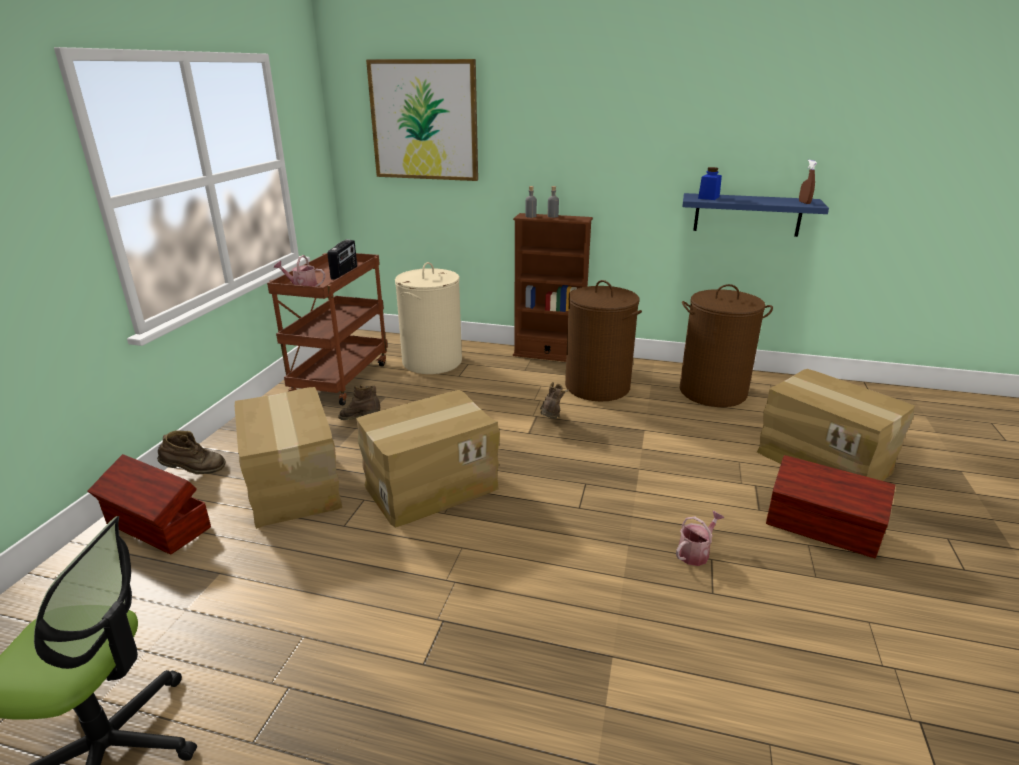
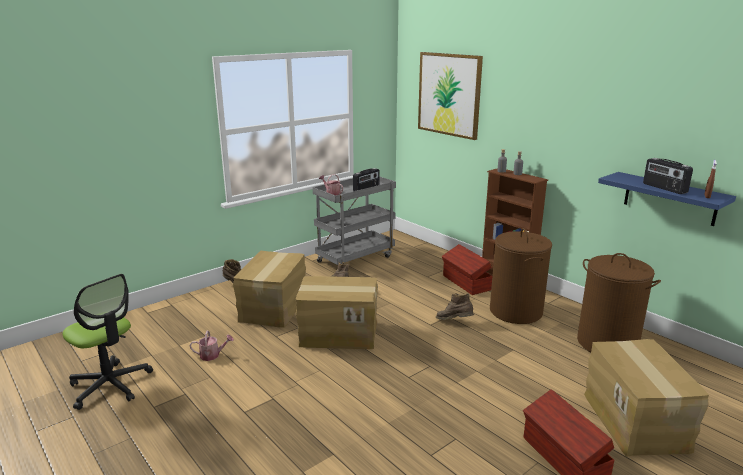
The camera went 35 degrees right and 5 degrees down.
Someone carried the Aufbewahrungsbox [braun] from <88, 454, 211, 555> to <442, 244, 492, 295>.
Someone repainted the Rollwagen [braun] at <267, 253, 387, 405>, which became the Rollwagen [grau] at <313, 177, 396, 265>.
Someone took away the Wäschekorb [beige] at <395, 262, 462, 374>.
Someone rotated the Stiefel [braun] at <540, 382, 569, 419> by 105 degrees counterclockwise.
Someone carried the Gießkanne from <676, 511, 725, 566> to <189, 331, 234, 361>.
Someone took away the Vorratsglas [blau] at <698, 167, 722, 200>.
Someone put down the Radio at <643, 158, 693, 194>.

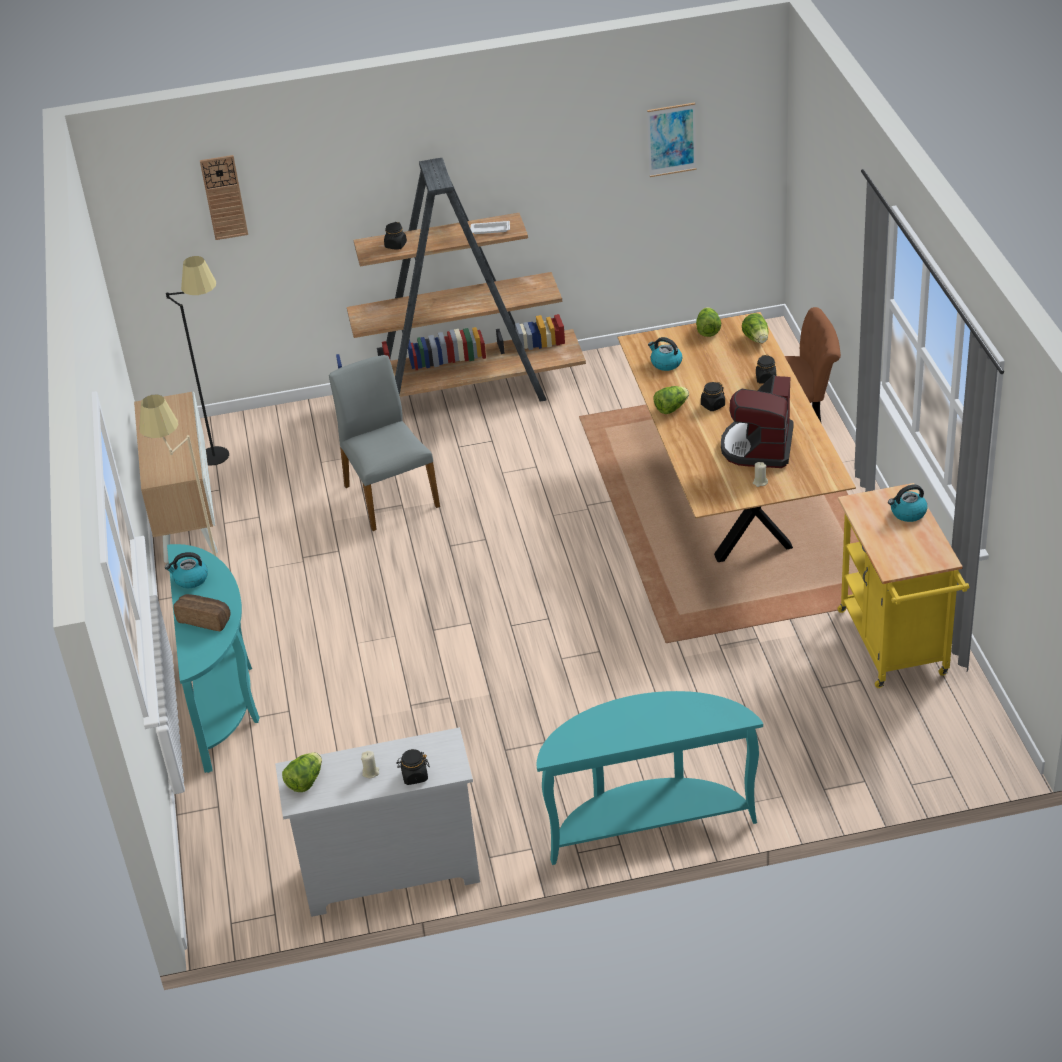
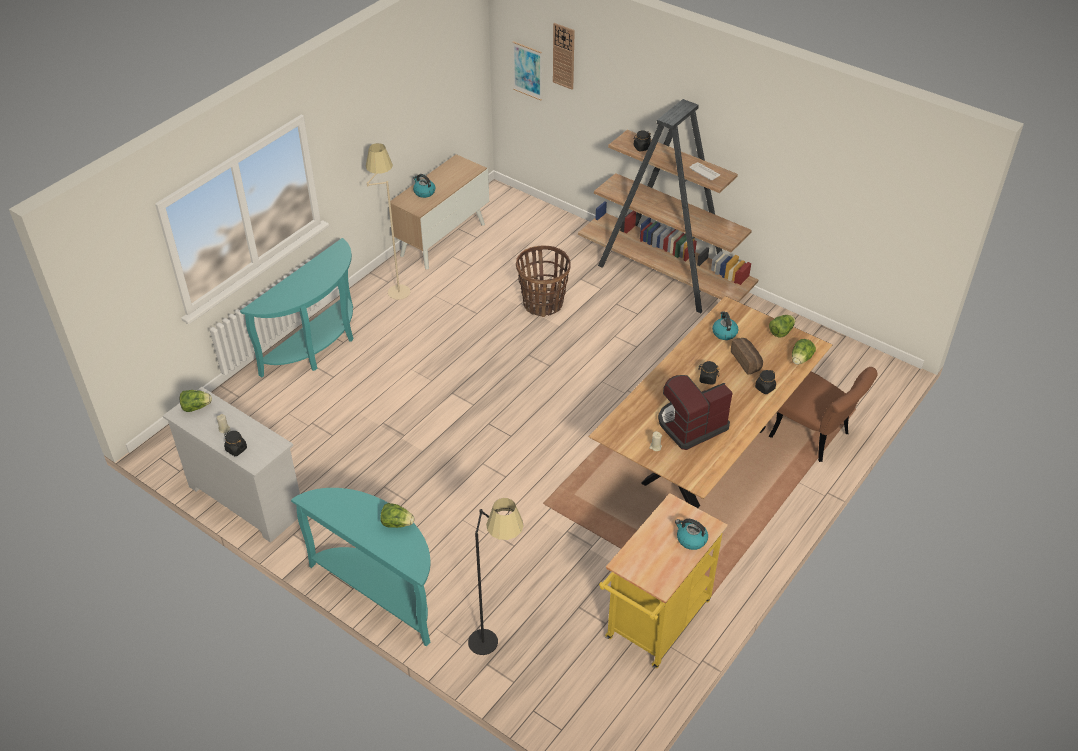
The camera went 45 degrees right and 5 degrees up.
Someone carried the Wasserkessel from <165, 552, 208, 588> to <413, 174, 435, 198>.
Someone carried the Stehlampe [schwarz] from <166, 256, 229, 466> to <468, 498, 524, 655>.
Someone carried the Brot from <173, 594, 231, 631> to <731, 338, 763, 375>.
Someone swapped the Stuhl [grau] at <329, 355, 440, 531> for the Korb at <516, 246, 571, 317>.
Someone carried the Bild from <647, 103, 696, 177> to <513, 41, 542, 100>.
Someone carried the Salatkopf from <653, 386, 689, 414> to <380, 503, 414, 528>.

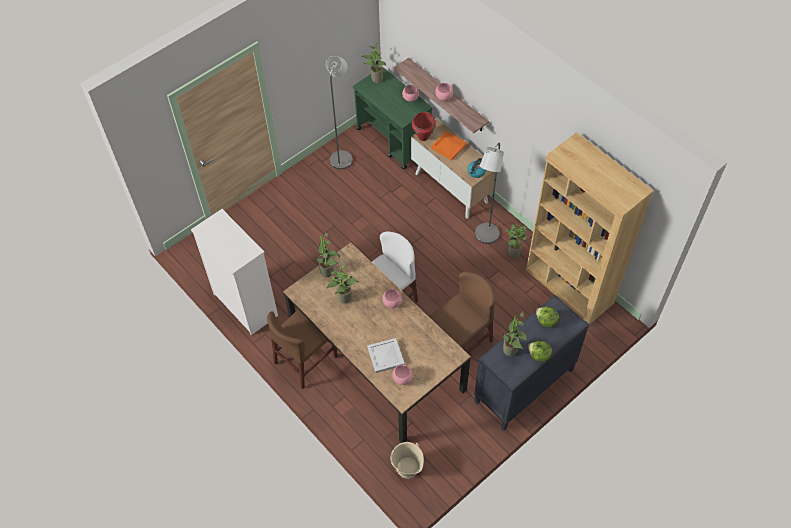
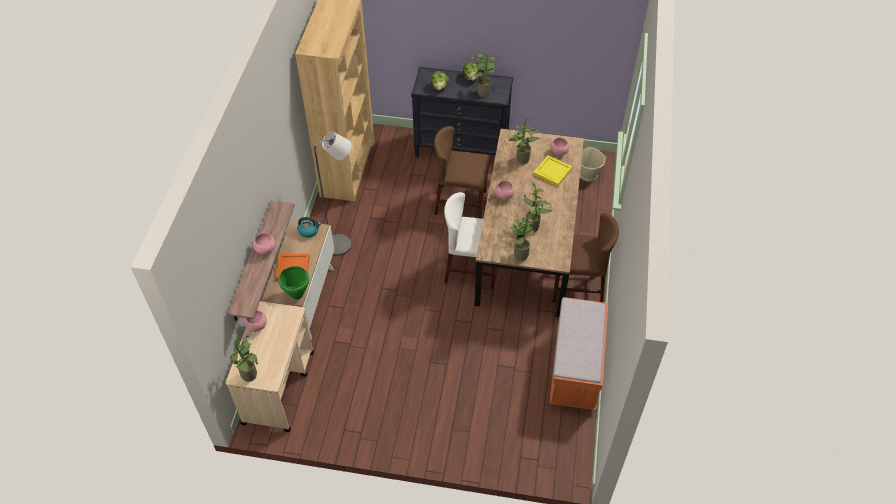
The camera went 130 degrees left and 5 degrees down.
Someone swapped the Kommode [weiß] at <191, 209, 278, 335> for the Bank [orange] at <549, 297, 608, 411>.
Someone took away the Stehlampe [grau] at <326, 56, 353, 169>.
Someone repainted the Rollwagen [grün] at <353, 67, 432, 169>, which became the Rollwagen [beige] at <226, 301, 314, 432>.
Someone repainted the Tablett [weiß] at <367, 338, 405, 373>, which became the Tablett [gelb] at <533, 155, 572, 187>.
Someone repainted the Kochtopf [rot] at <412, 112, 436, 141>, which became the Kochtopf [grün] at <278, 266, 309, 300>.
Someone carried the Topfpflanze from <504, 224, 527, 258> to <509, 117, 540, 164>.

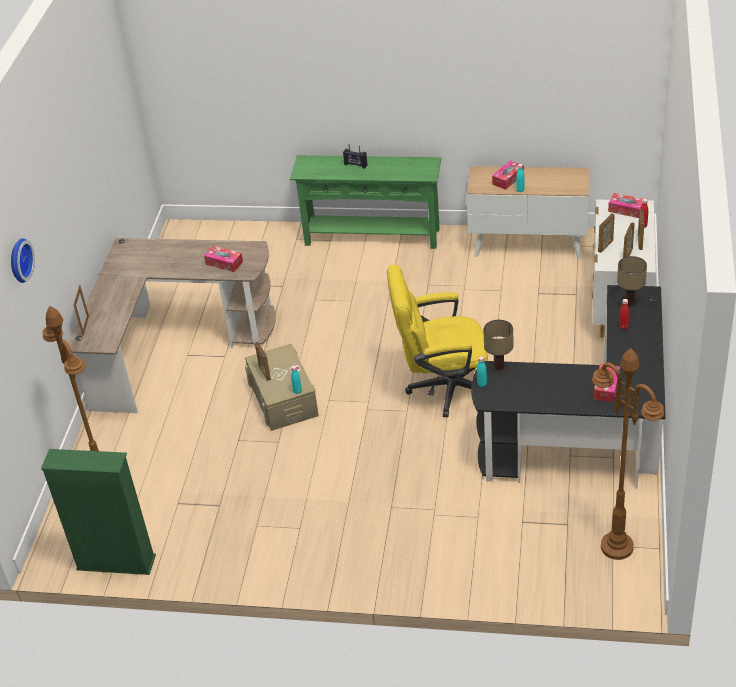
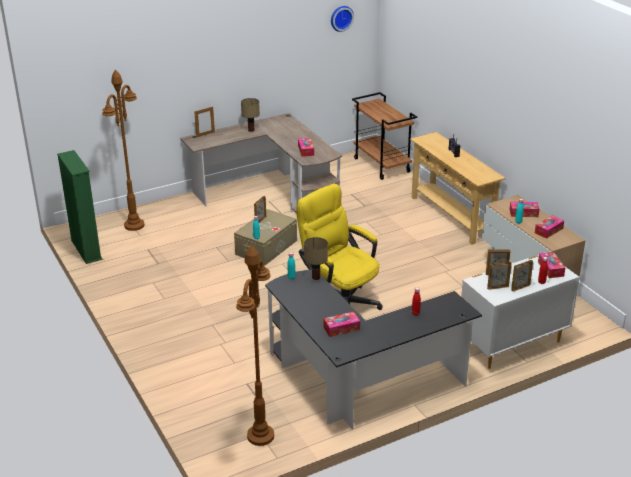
The camera went 50 degrees right and 10 degrees down.
Someone carried the Wanduhr from <11, 238, 35, 283> to <331, 6, 354, 32>.
Someone repainted the Konsolentisch [grün] at <290, 155, 441, 249>, which became the Konsolentisch [beige] at <410, 132, 506, 244>.
Someone carried the Tischlampe from <617, 256, 647, 306> to <241, 98, 260, 132>.
Someone put down the Rollwagen [braun] at <352, 92, 417, 180>.
Someone put down the Taschentuchbox at <535, 215, 564, 239>.

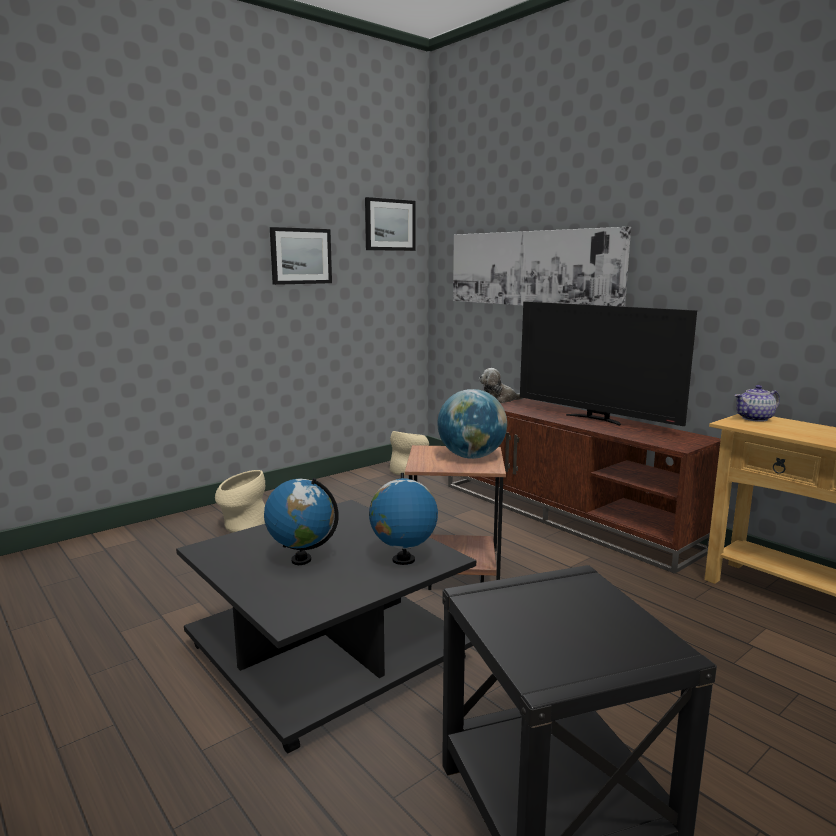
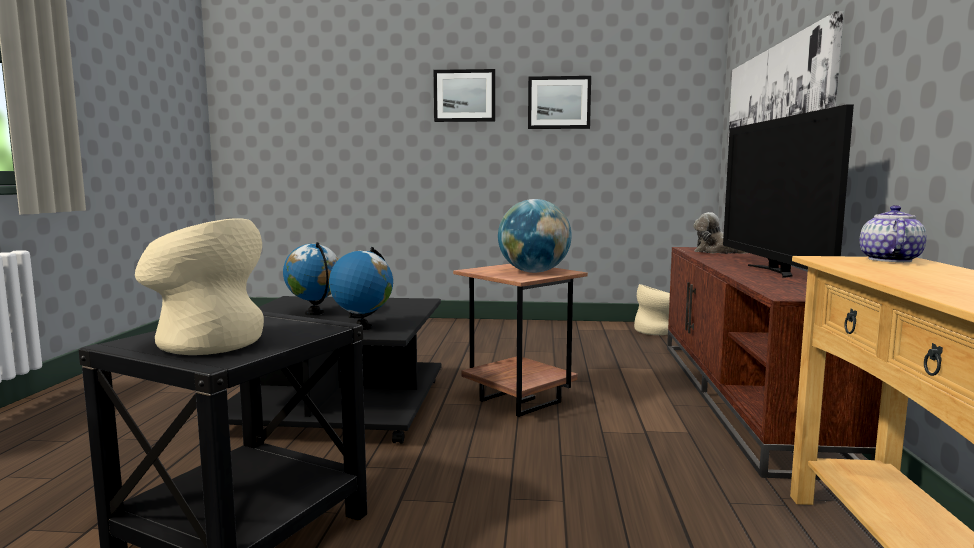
The camera went 45 degrees right and 5 degrees down.
Someone carried the Vase [beige] from <215, 470, 265, 533> to <135, 218, 264, 355>.
Someone carried the Bild from <365, 197, 416, 251> to <434, 69, 495, 122>.
Someone rotated the Teekanne at <734, 385, 780, 422> by 90 degrees clockwise.

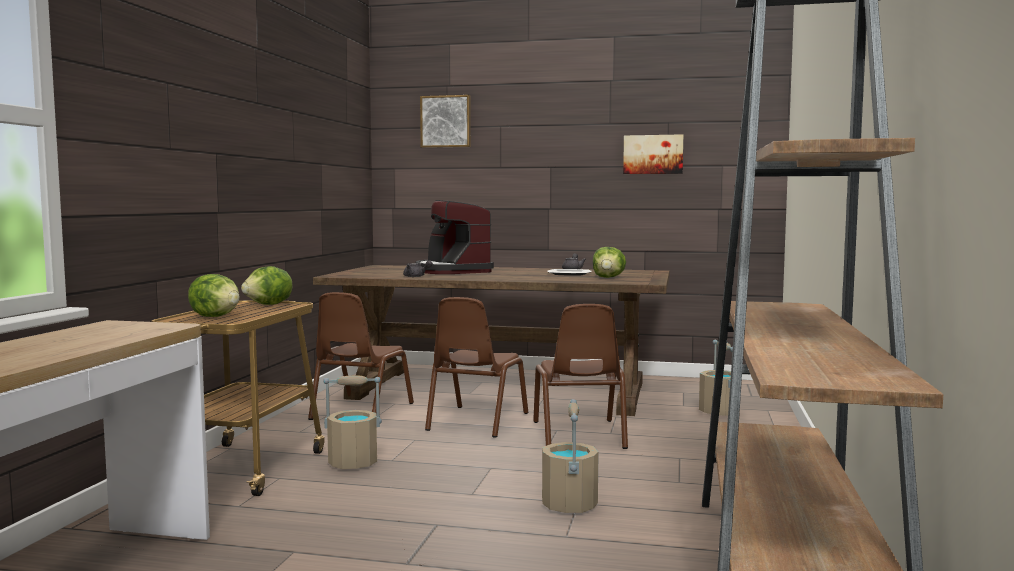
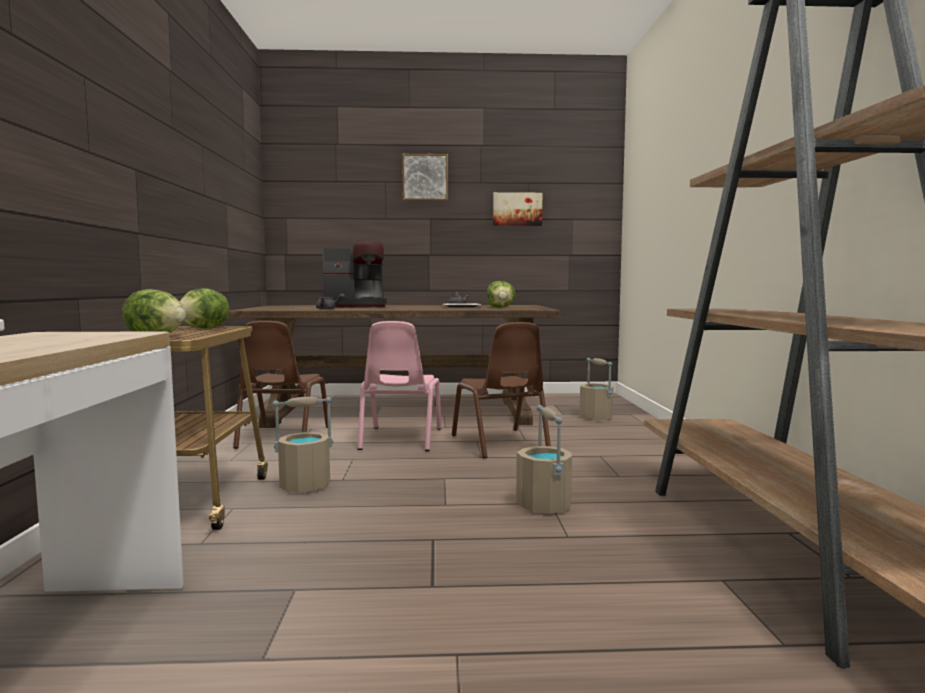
The camera went 15 degrees left and 0 degrees up.
Someone rotated the Kaffeemaschine at <415, 200, 494, 274> by 60 degrees counterclockwise.
Someone carried the Bild from <420, 95, 471, 148> to <402, 154, 448, 201>.
Someone repainted the Stuhl [braun] at <425, 297, 528, 438>, which became the Stuhl [rosa] at <358, 321, 441, 451>.

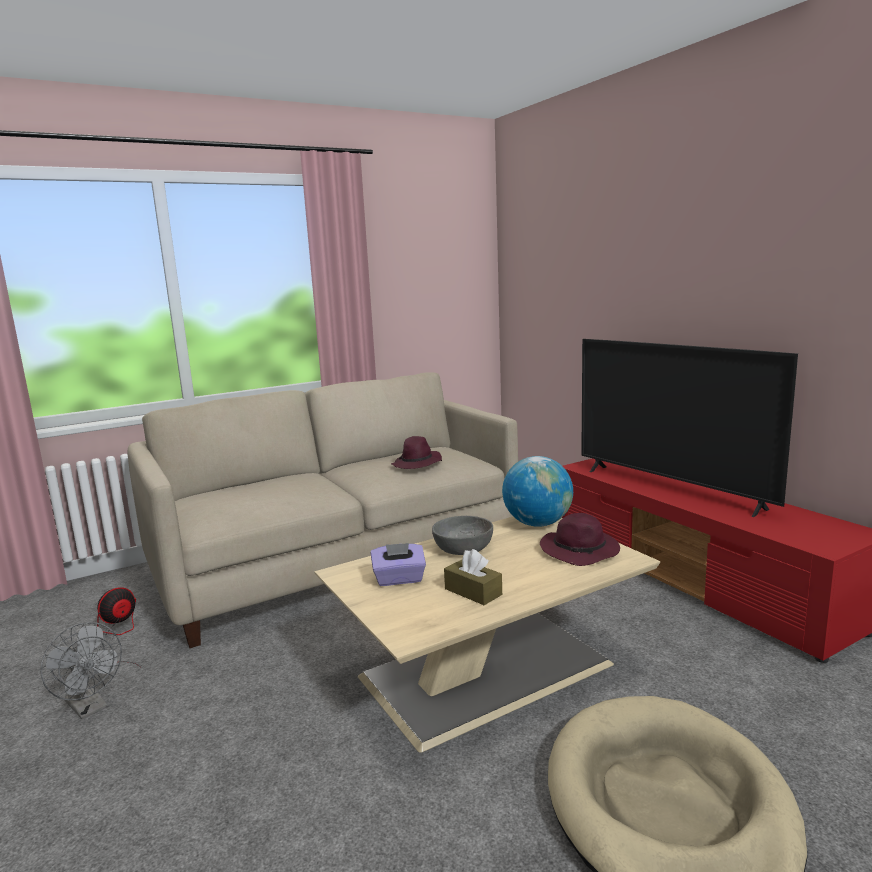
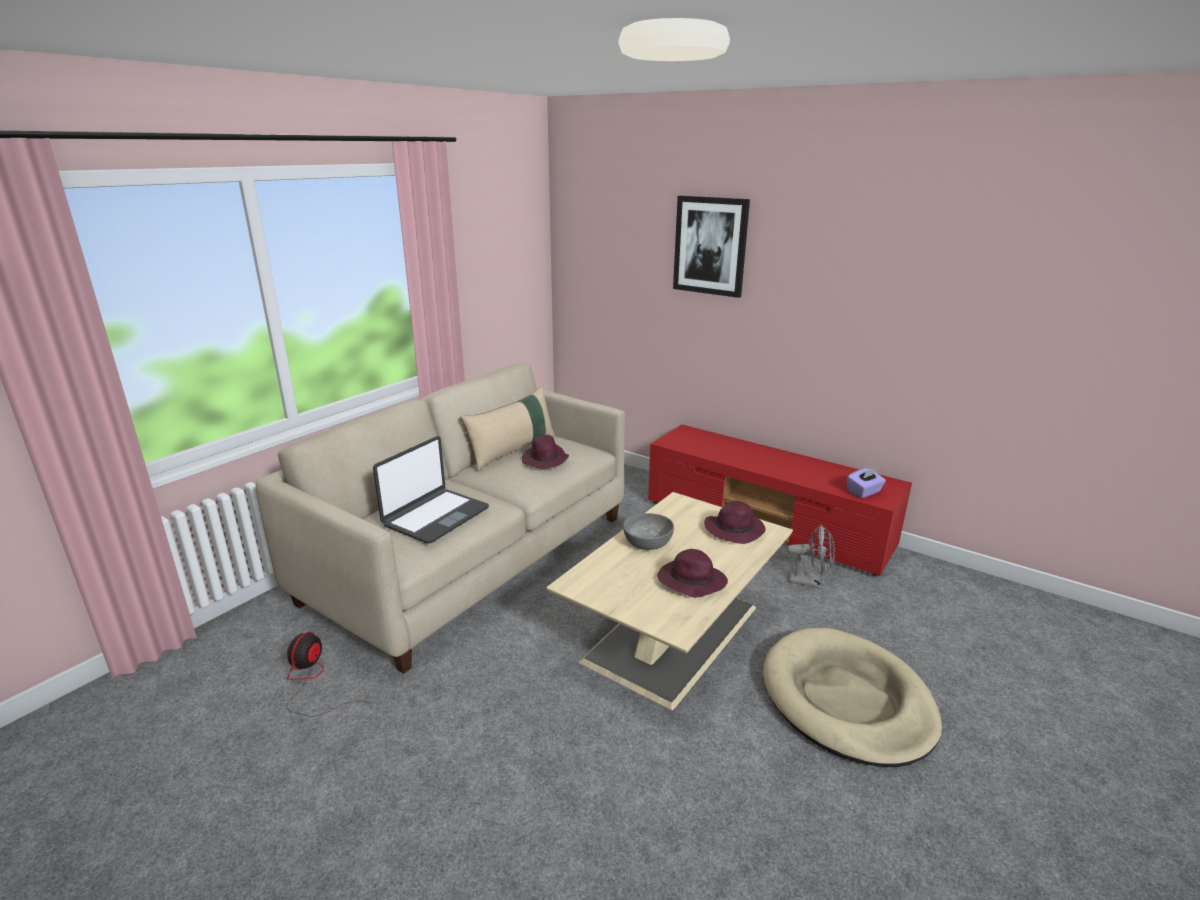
The camera went 25 degrees left and 10 degrees up.
Someone carried the Ventilator [grau] from <40, 622, 122, 719> to <787, 525, 835, 588>.
Someone carried the Taschentuchbox [lila] from <371, 543, 426, 586> to <847, 468, 886, 498>.
Someone swapped the Taschentuchbox [braun] at <444, 549, 502, 605> for the Hut [lila] at <657, 549, 728, 598>.
Someone took away the Globus at <502, 456, 573, 527>.
Someone took away the Fernseher at <581, 339, 798, 517>.
Someone put down the Laptop at <373, 436, 489, 543>.
Someone put down the Kissen [beige] at <461, 387, 555, 471>.
Someone put up the Bild at <673, 196, 750, 298>.

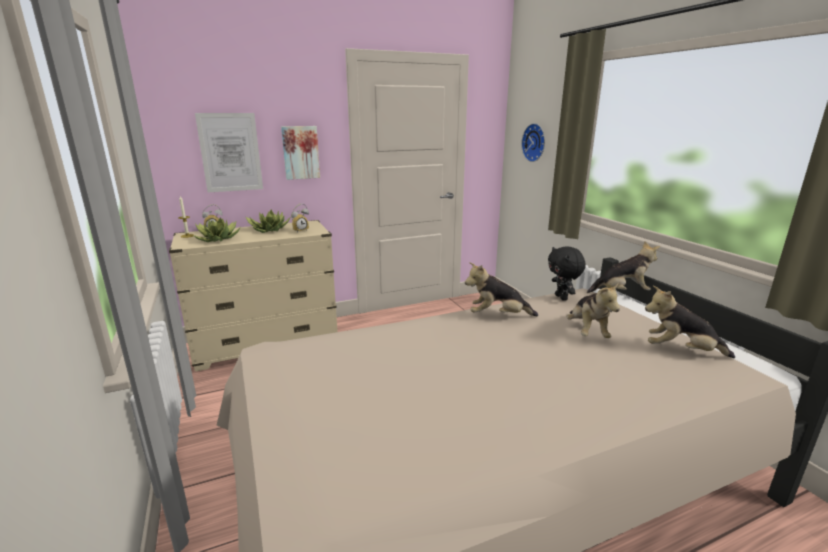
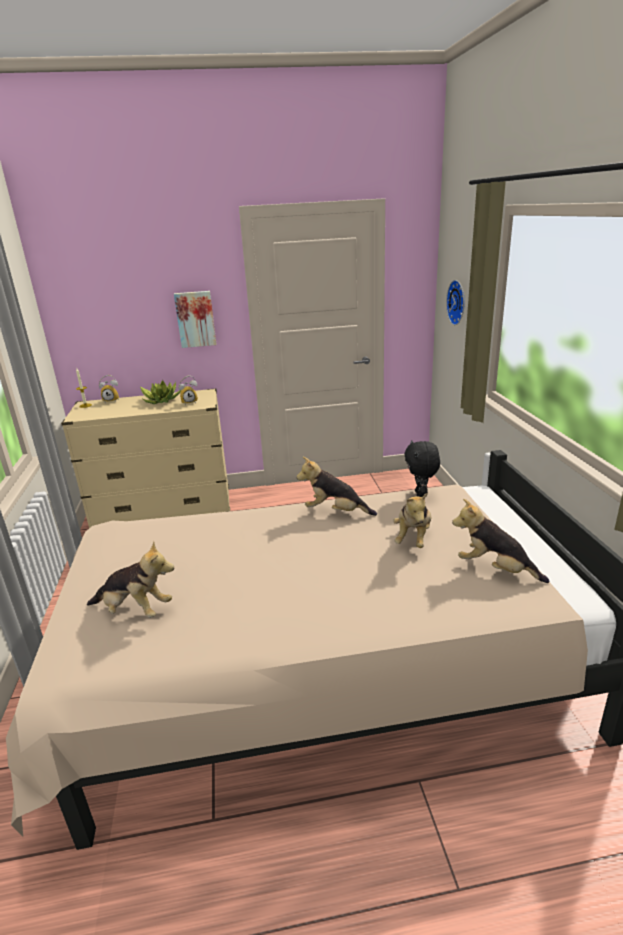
The camera went 15 degrees right and 5 degrees up.
Someone took away the Topfpflanze at <193, 217, 240, 242>.
Someone took away the Bild at <195, 113, 263, 193>.
Someone carried the Plüschtier from <587, 241, 660, 293> to <87, 541, 174, 618>.

